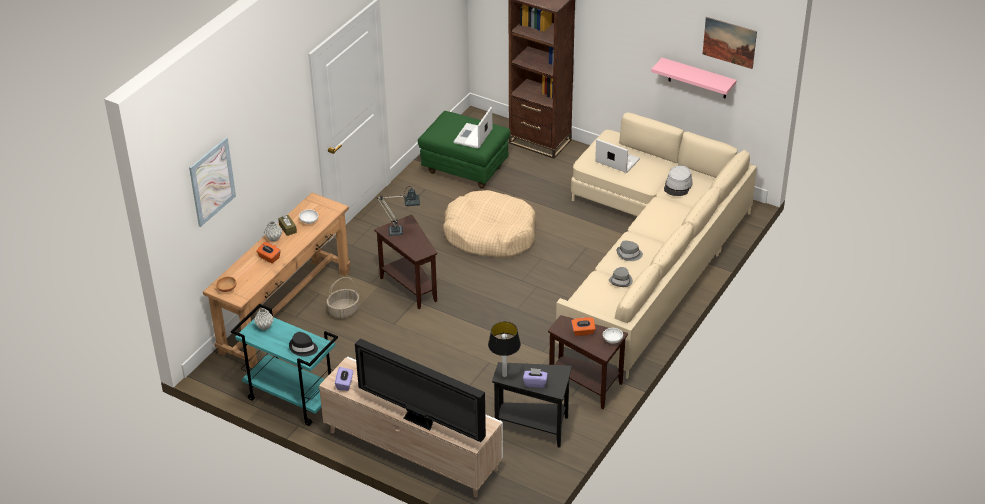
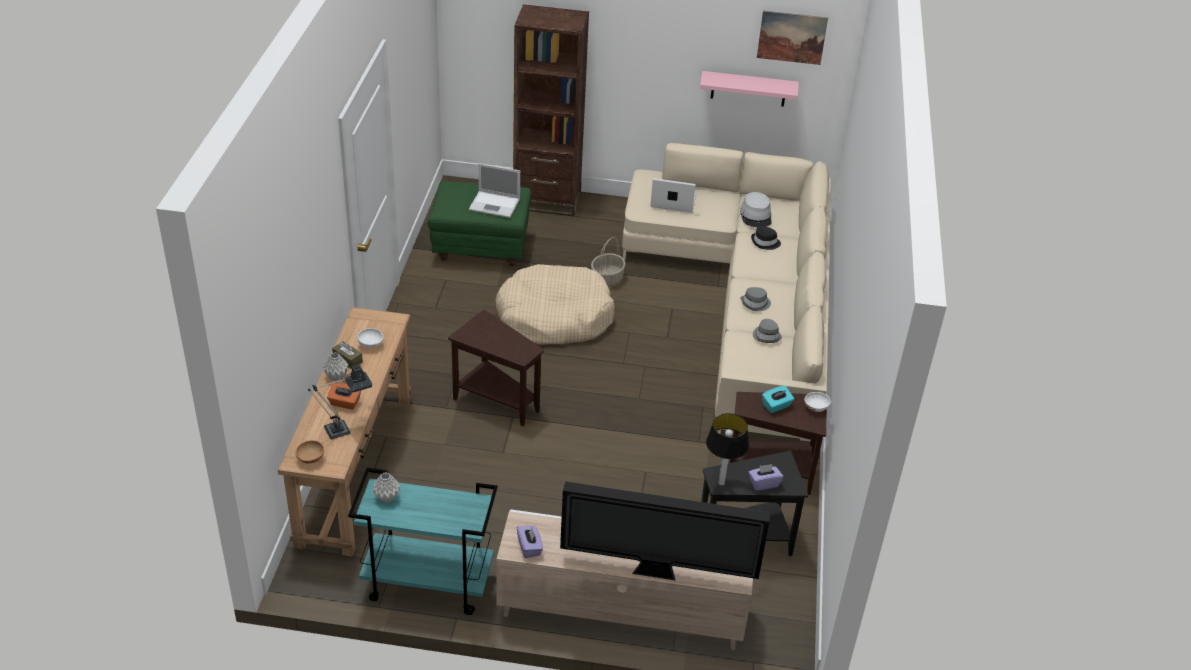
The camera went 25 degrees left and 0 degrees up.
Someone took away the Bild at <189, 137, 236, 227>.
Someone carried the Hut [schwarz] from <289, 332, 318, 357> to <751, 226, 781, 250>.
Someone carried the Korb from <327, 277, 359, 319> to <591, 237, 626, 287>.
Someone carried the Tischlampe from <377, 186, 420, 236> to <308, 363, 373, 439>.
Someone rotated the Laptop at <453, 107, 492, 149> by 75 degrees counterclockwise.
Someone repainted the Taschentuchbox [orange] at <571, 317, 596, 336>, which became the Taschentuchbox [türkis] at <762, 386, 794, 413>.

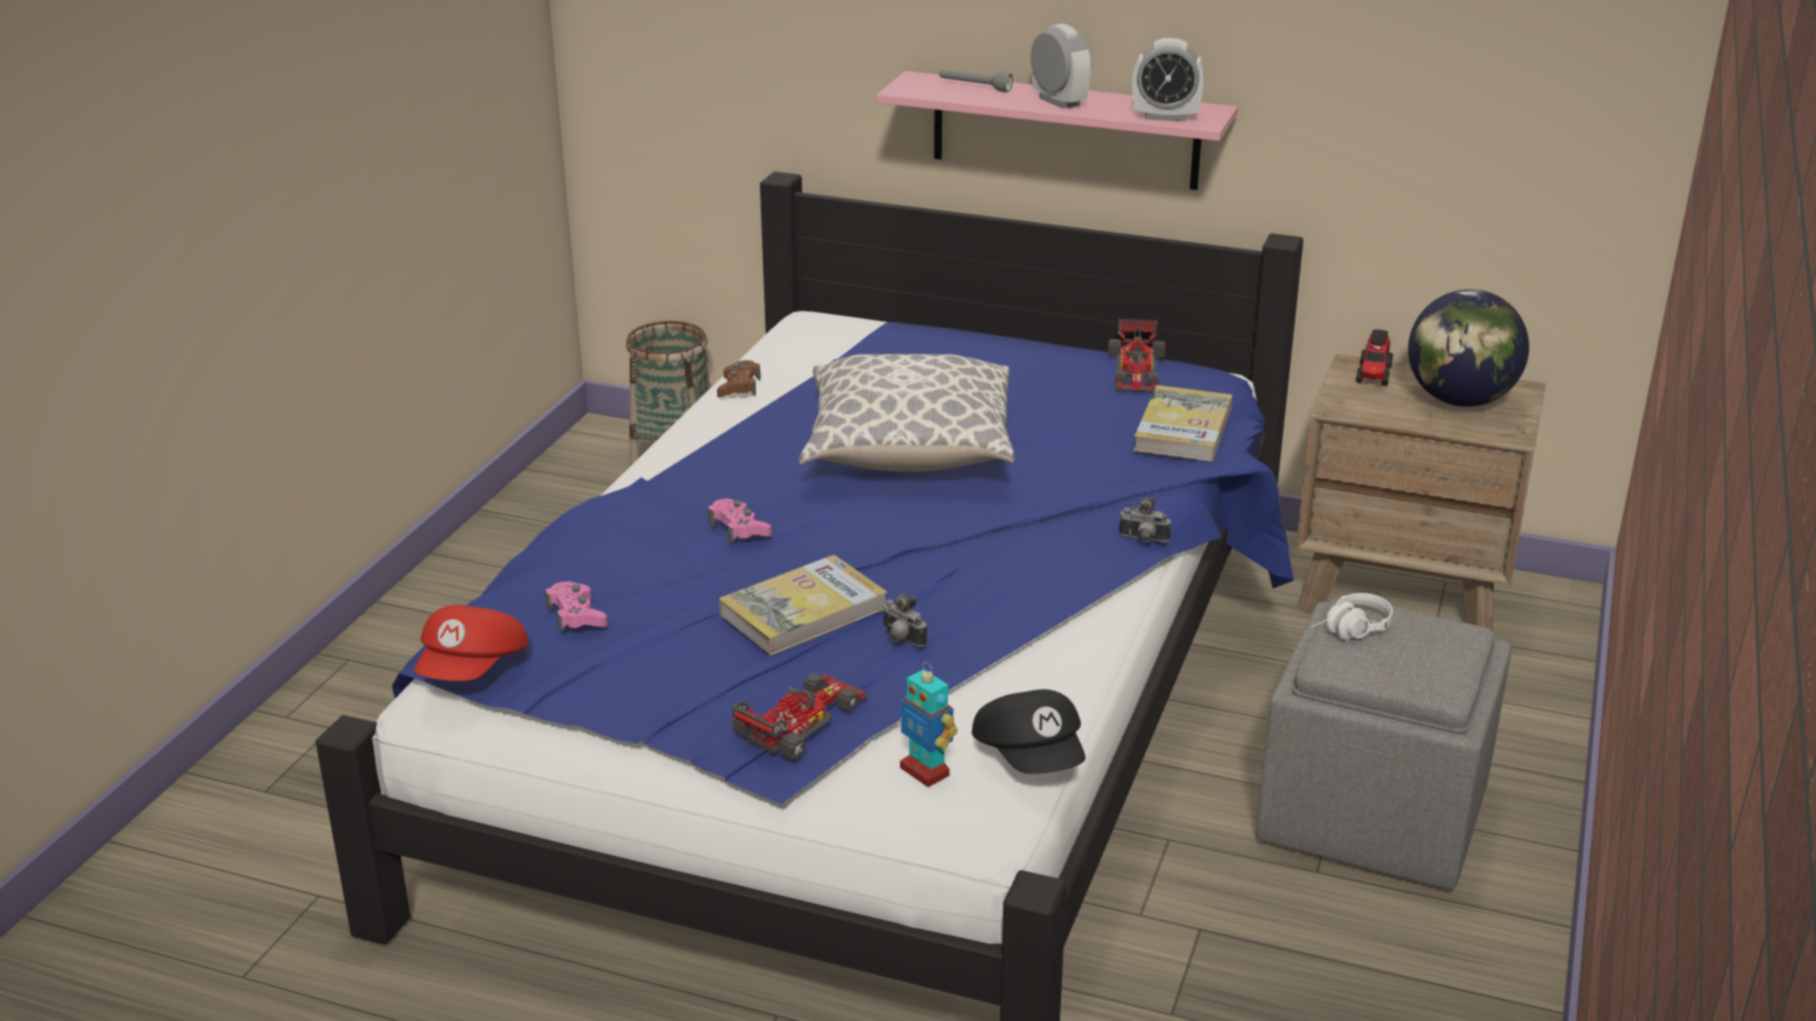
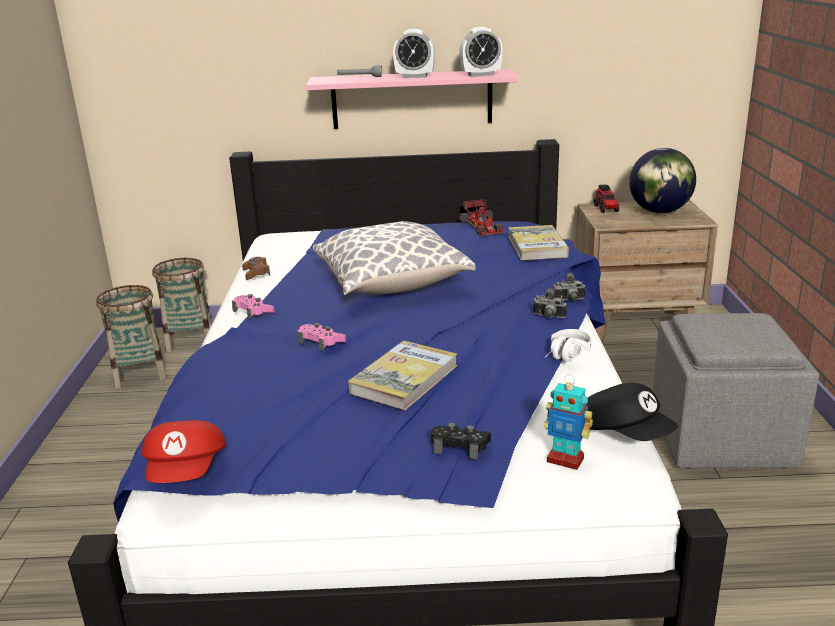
The camera went 20 degrees left and 5 degrees down.
Someone carried the Gamepad [rosa] from <545, 581, 608, 633> to <232, 294, 275, 320>.
Someone swapped the Spielzeugauto at <732, 673, 867, 760> for the Gamepad [schwarz] at <431, 423, 491, 459>.
Someone carried the Kamera from <882, 593, 927, 647> to <533, 288, 567, 318>.
Someone rotated the Wecker at <1031, 24, 1092, 109> by 150 degrees clockwise.
Someone carried the Kopfhörer [weiß] from <1311, 593, 1393, 640> to <545, 329, 591, 362>.
Someone put down the Korb at <96, 285, 166, 388>.

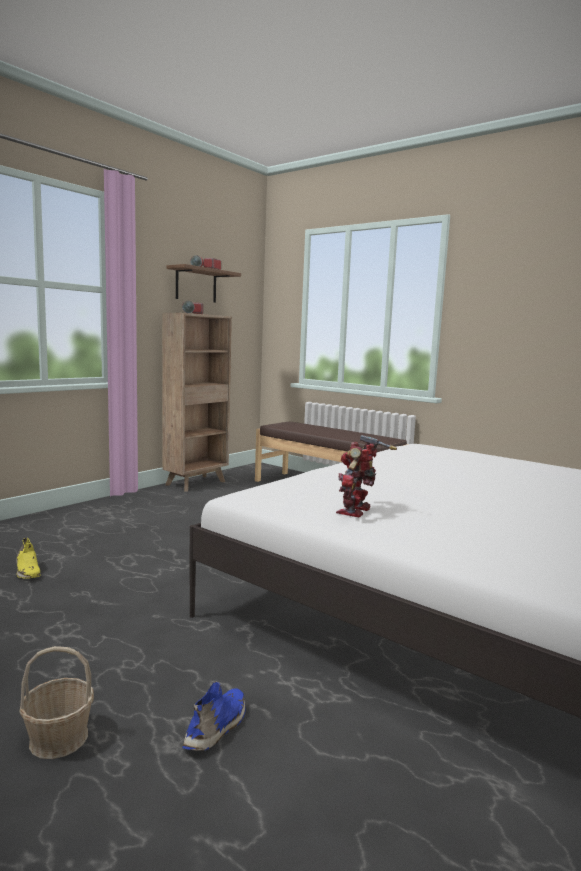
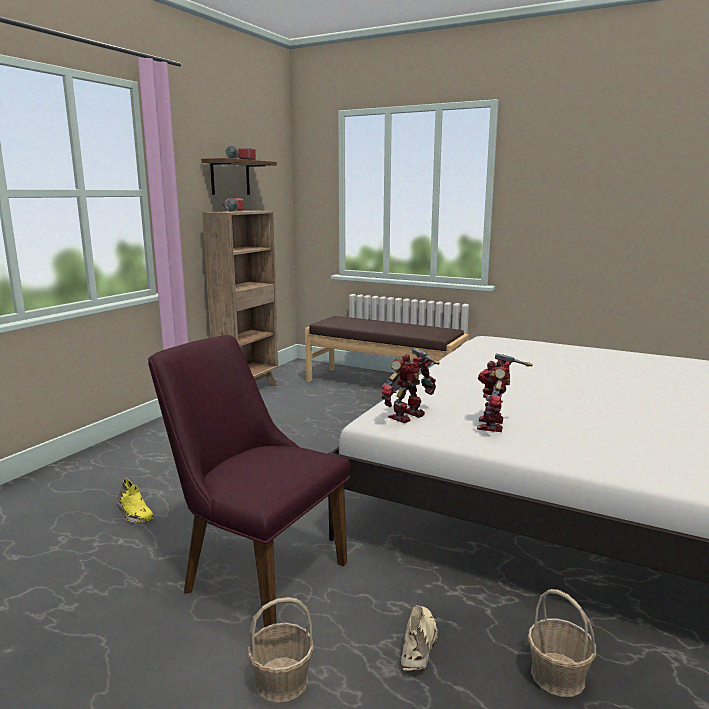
The camera went 10 degrees left and 5 degrees up.
Someone repainted the Schuh [blau] at <182, 681, 246, 751>, which became the Schuh [beige] at <400, 605, 438, 671>.
Someone put down the Stuhl [lila] at <148, 335, 351, 627>.
Someone put down the Spielzeugroboter at <381, 348, 440, 423>.
Someone put down the Korb at <528, 589, 596, 697>.

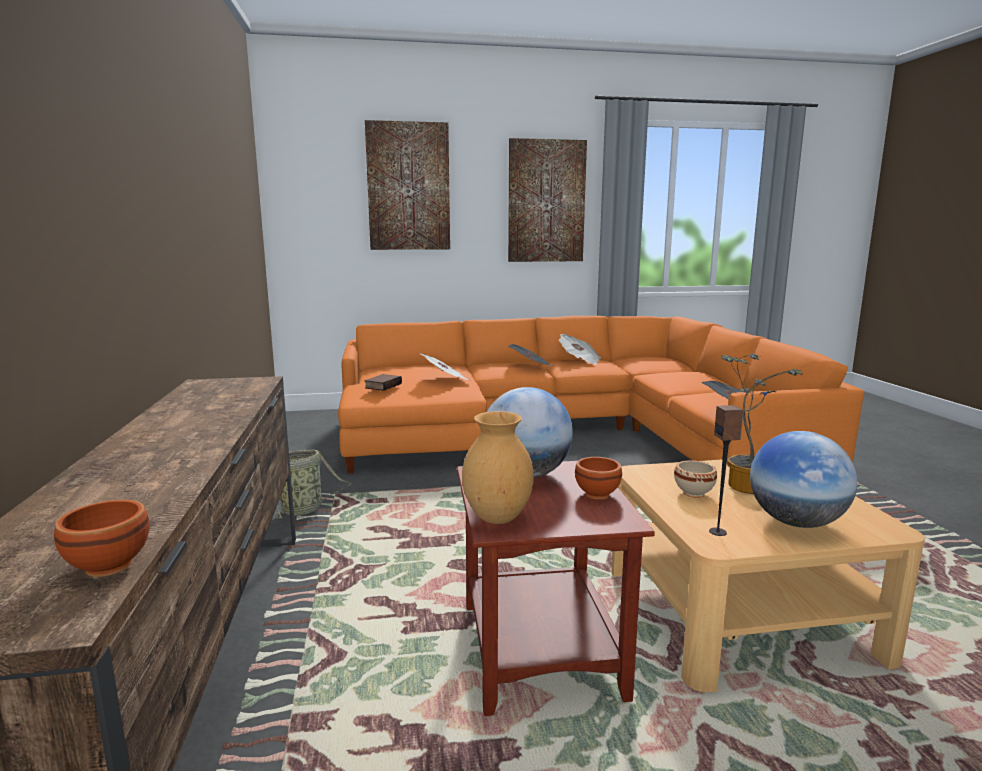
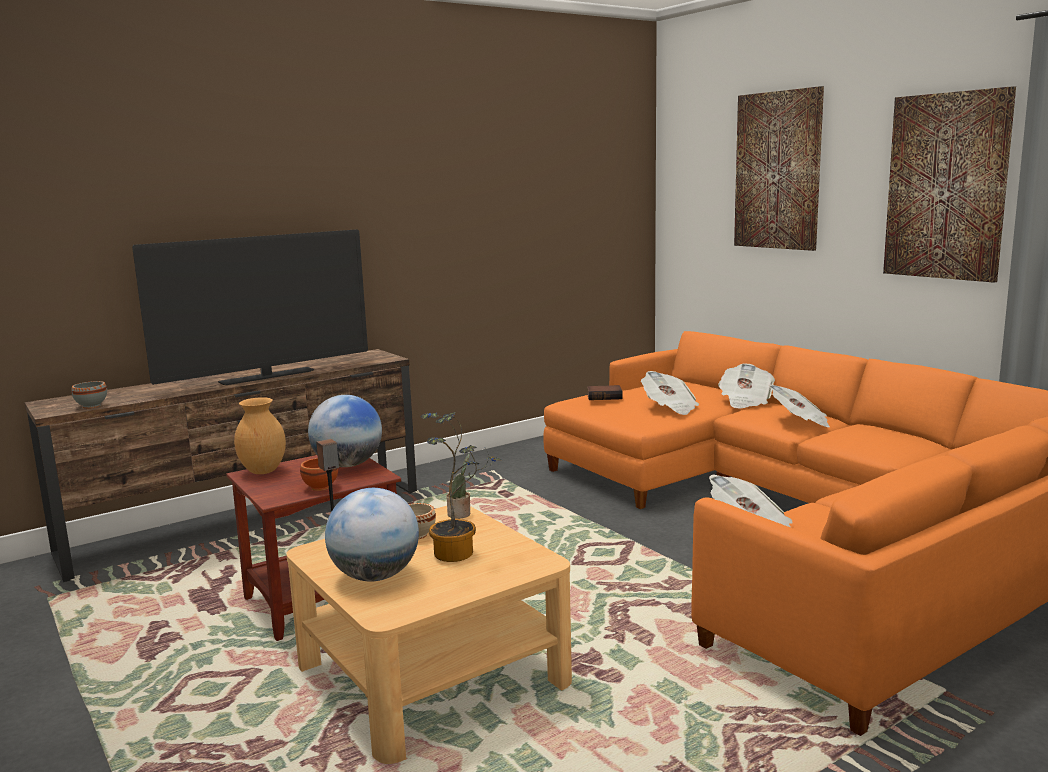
The camera went 65 degrees right and 0 degrees up.
Someone repainted the Schüssel [braun] at <54, 500, 150, 577>, which became the Schüssel [grau] at <71, 381, 107, 408>.
Someone took away the Korb at <274, 449, 352, 519>.
Someone carried the Zeitung from <559, 334, 601, 365> to <718, 363, 775, 408>.
Someone put down the Fernseher at <132, 229, 368, 385>.
Someone put down the Topfpflanze at <446, 454, 470, 519>.

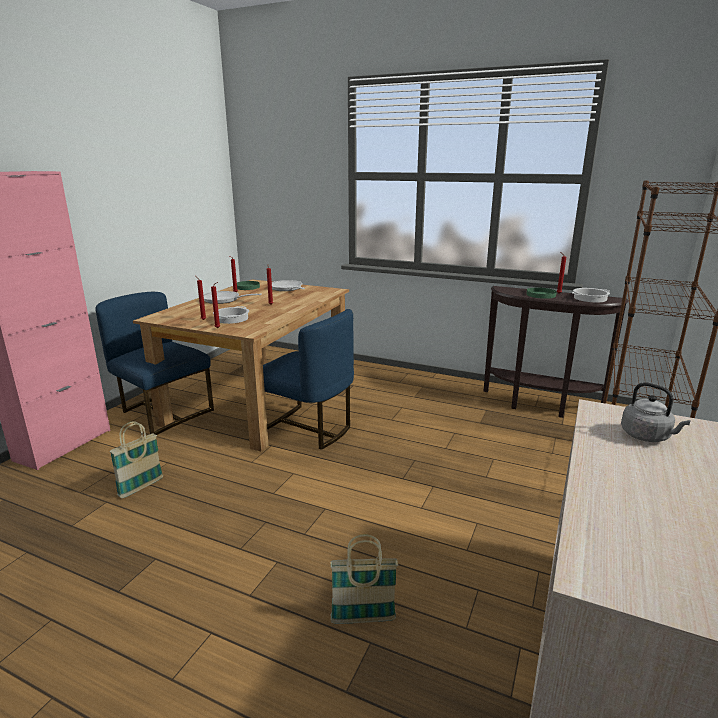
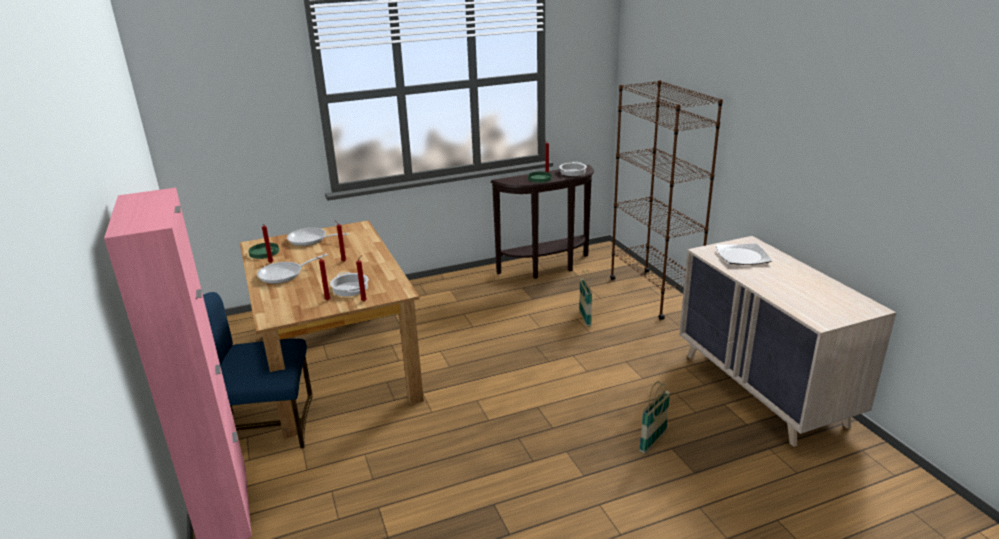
The camera went 45 degrees left and 5 degrees up.
Someone carried the Korb from <109, 421, 163, 498> to <579, 270, 592, 327>.
Someone took away the Stuhl [blau] at <263, 309, 354, 450>.
Someone swapped the Wasserkessel [grau] at <621, 382, 691, 442> for the Teller at <716, 243, 772, 265>.

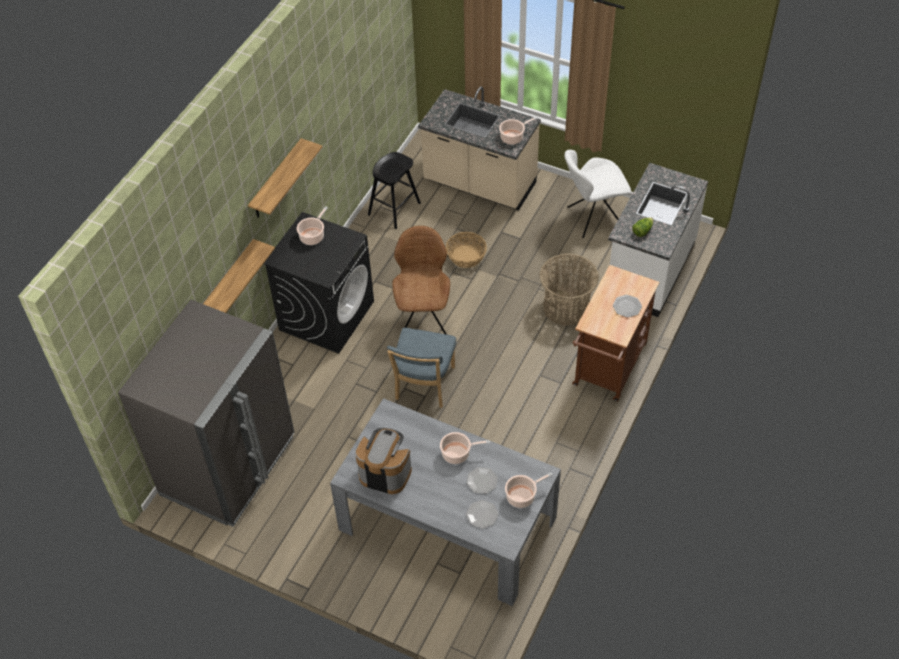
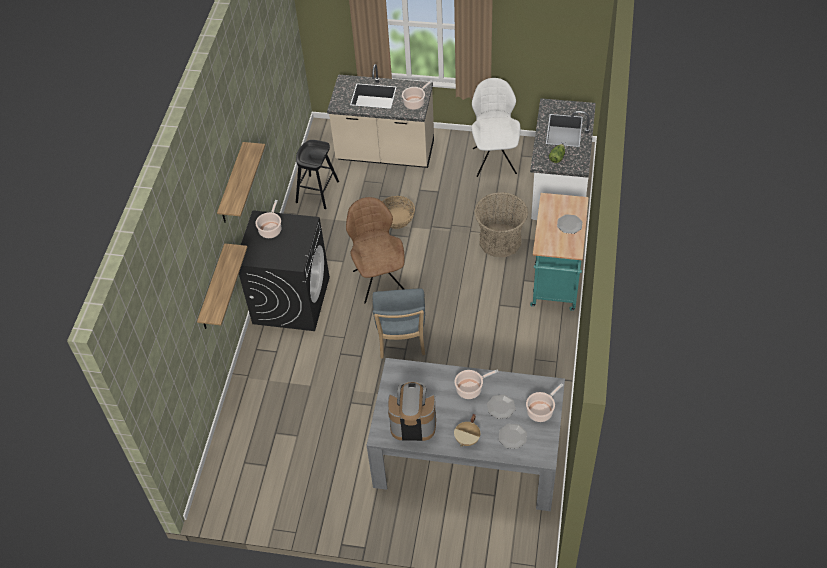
The camera went 15 degrees left and 0 degrees up.
Someone took away the Kühlschrank [grau] at <118, 299, 295, 527>.
Someone rotated the Stuhl [weiß] at <564, 150, 631, 238> by 120 degrees clockwise.
Someone repainted the Rollwagen [braun] at <572, 265, 659, 401>, which became the Rollwagen [türkis] at <530, 193, 589, 311>.
Someone put down the Kochtopf [beige] at <454, 414, 480, 447>.

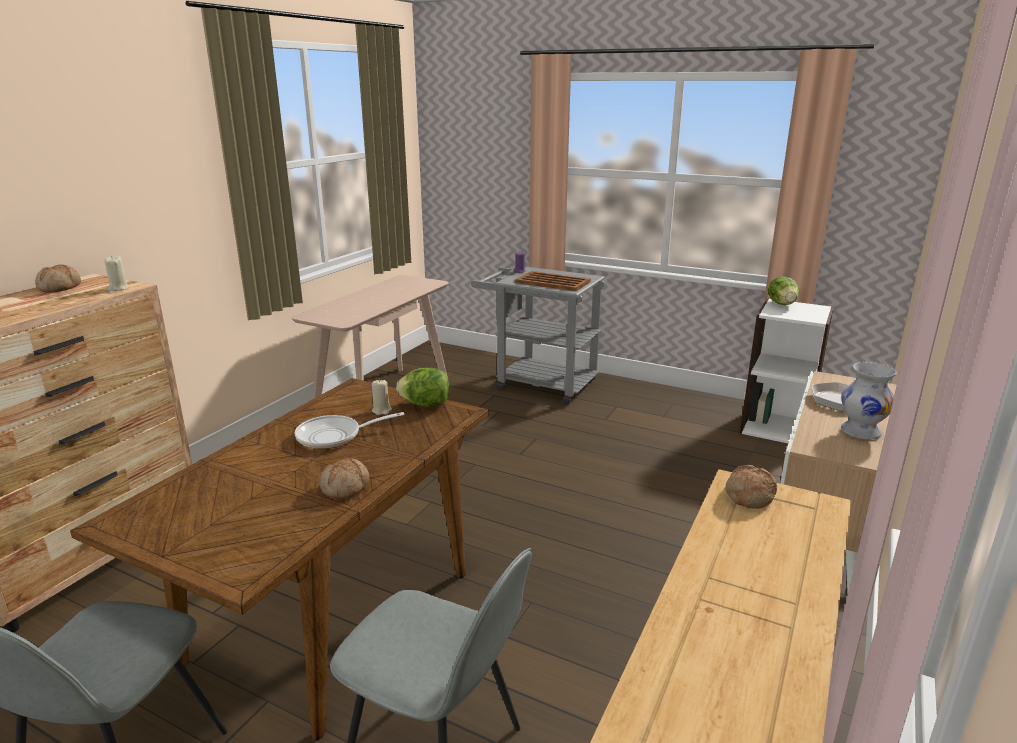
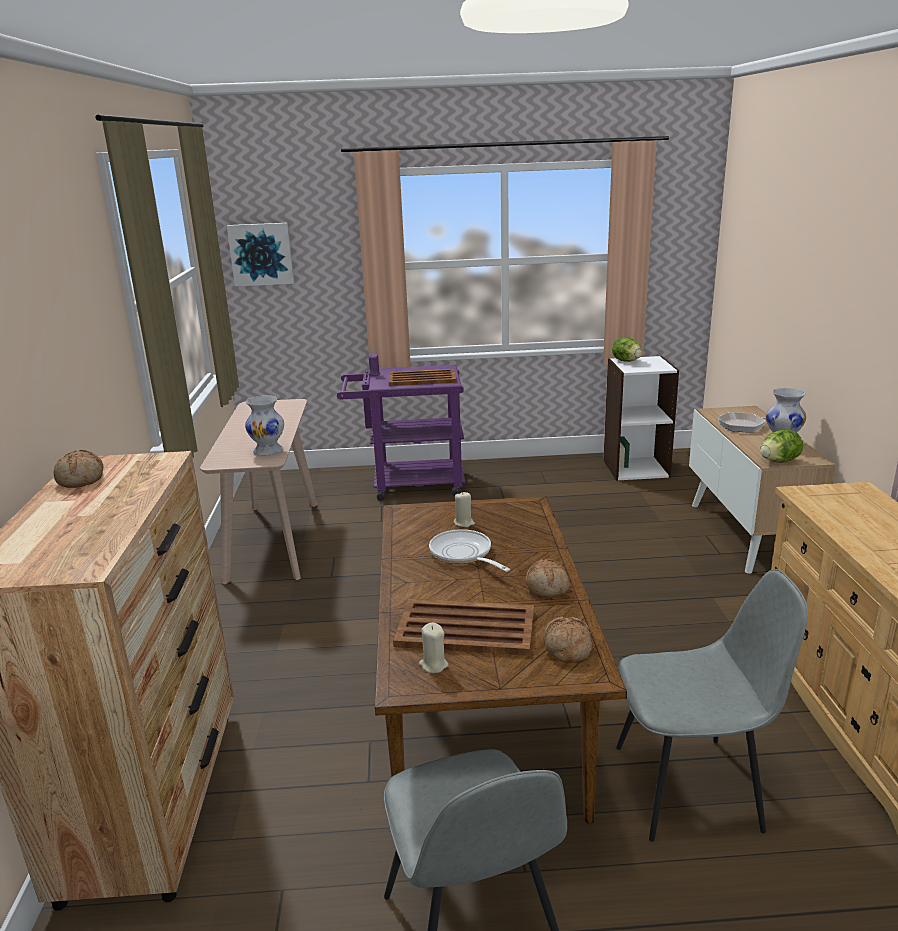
The camera went 30 degrees left and 0 degrees up.
Someone carried the Kerze [beige] from <104, 255, 130, 291> to <419, 622, 448, 673>.
Someone rotated the Pfanne at <295, 412, 405, 449> by 105 degrees clockwise.
Someone carried the Salatkopf from <396, 368, 449, 407> to <760, 430, 803, 463>.
Someone repainted the Rollwagen [grau] at <471, 267, 605, 405>, which became the Rollwagen [lila] at <337, 365, 465, 501>.
Someone carried the Brot from <725, 465, 777, 509> to <543, 617, 592, 663>.
Someone put up the Bild at <227, 223, 294, 286>.
Someone put down the Vase [weiß] at <245, 395, 284, 456>.
Someone put down the Tablett [braun] at <393, 599, 534, 656>.

